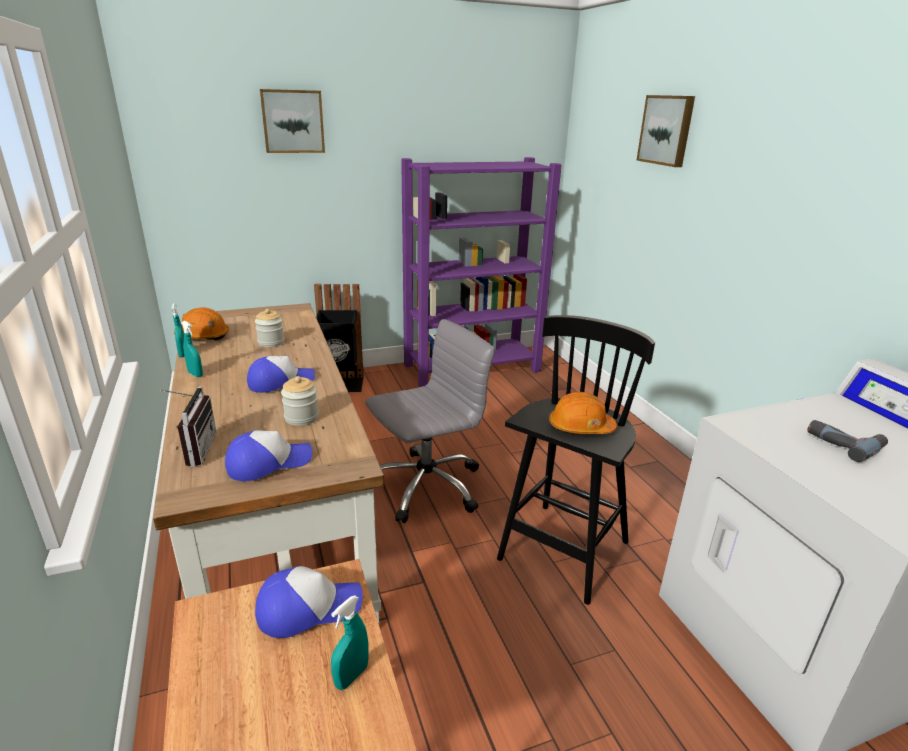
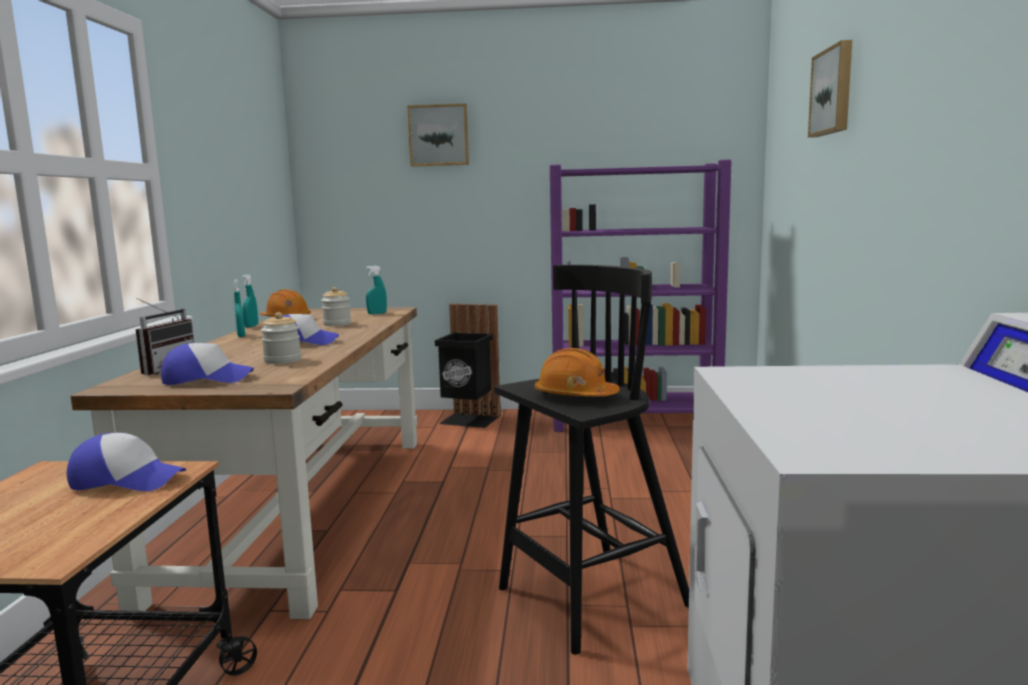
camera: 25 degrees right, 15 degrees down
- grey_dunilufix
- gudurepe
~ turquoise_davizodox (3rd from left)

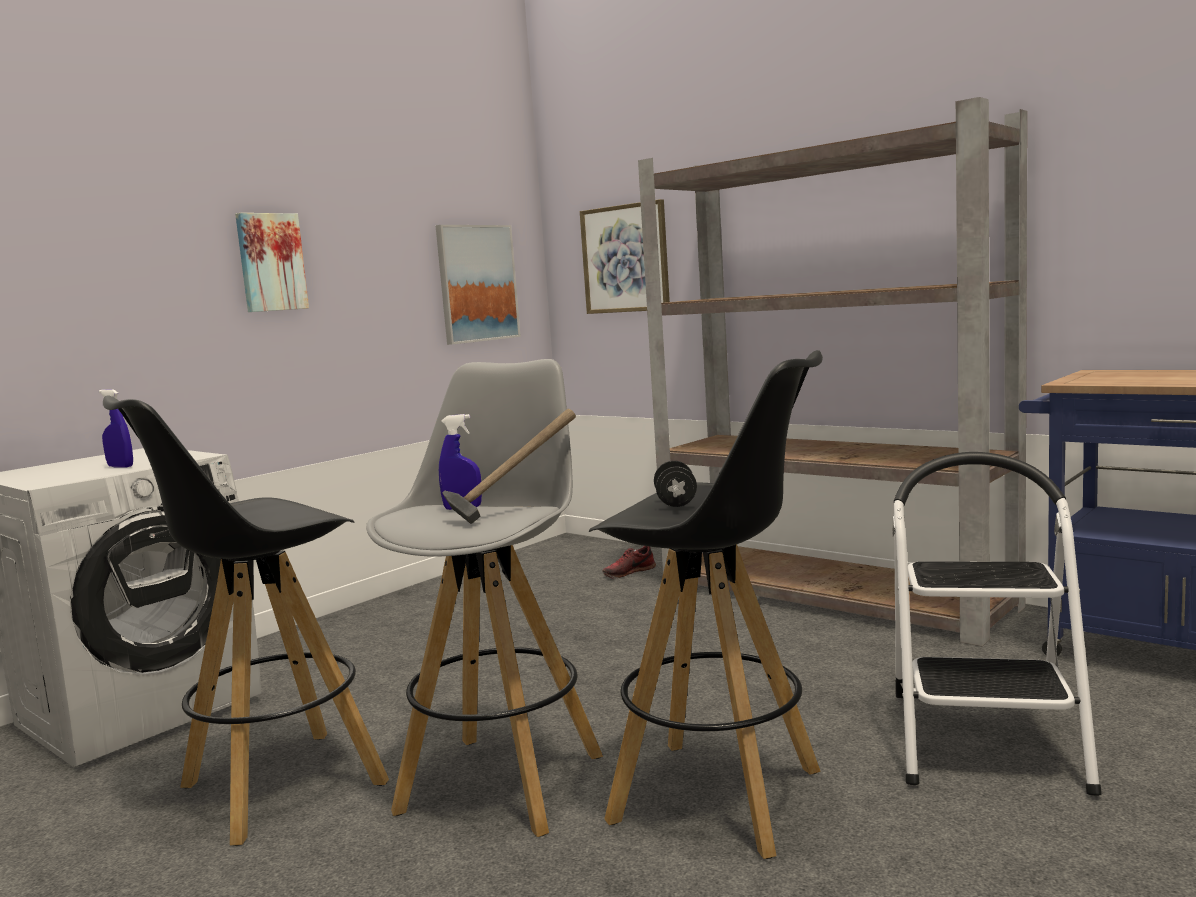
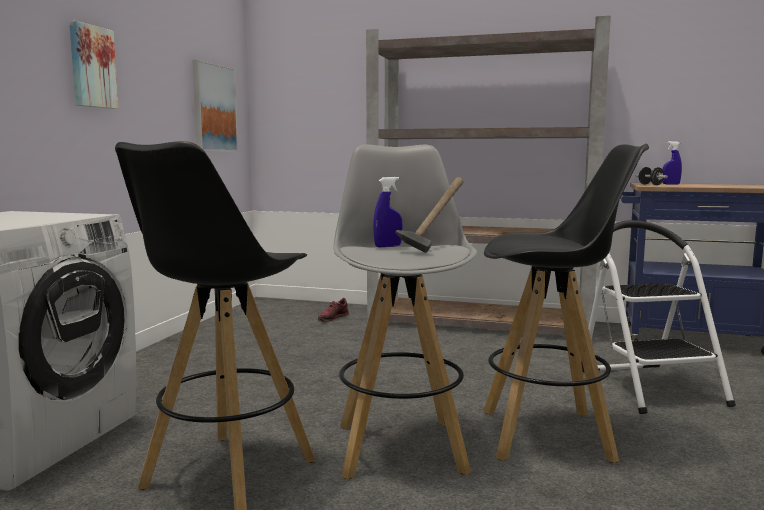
camera: 25 degrees left, 0 degrees up
- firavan (3rd from left)
~ blue_davizodox (1st from left in the first image) to blue_davizodox (2nd from left)
~ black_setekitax

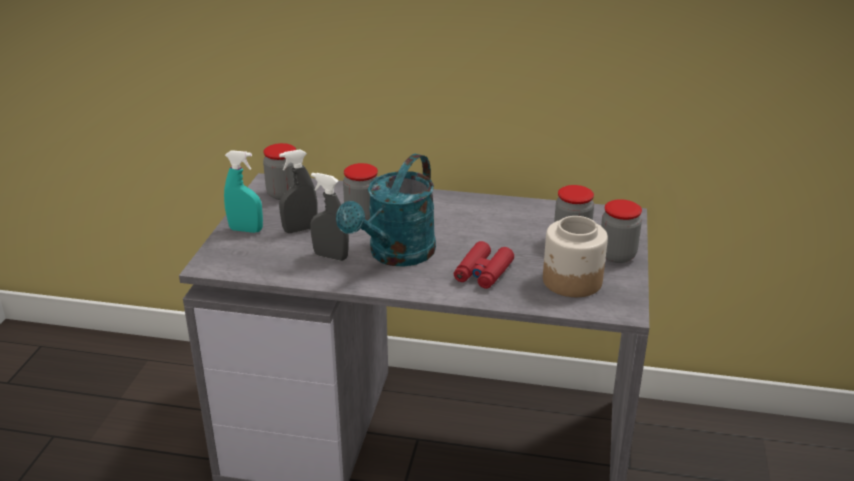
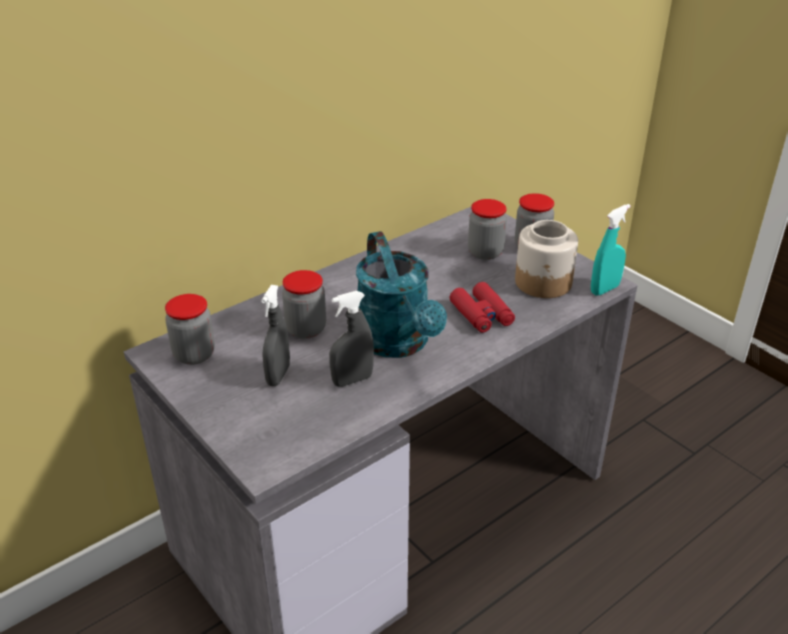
camera: 50 degrees left, 5 degrees up
~ turquoise_davizodox

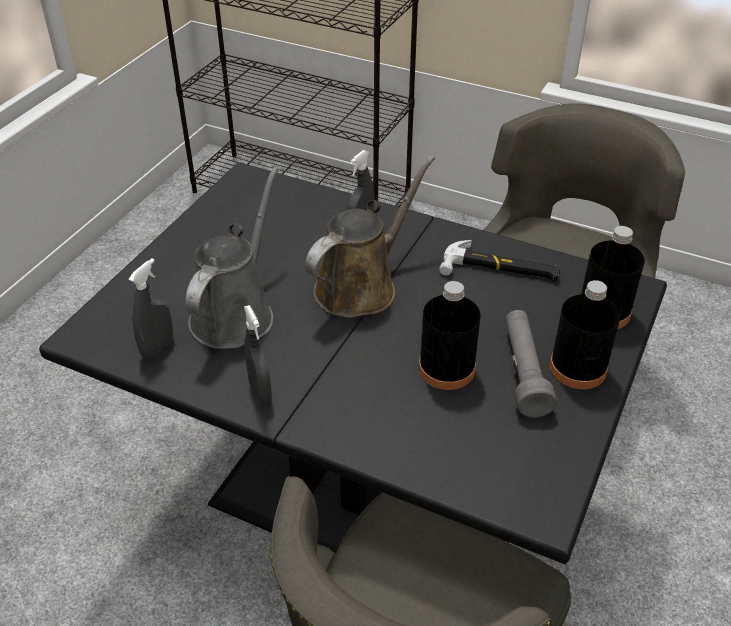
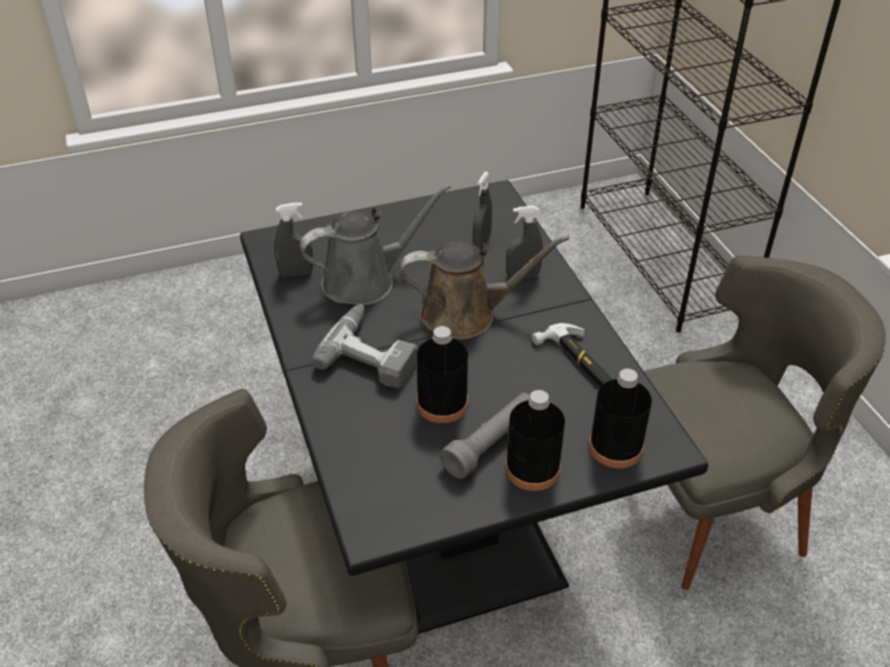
camera: 45 degrees right, 0 degrees up
~ grey_davizodox (2nd from left)
+ gudurepe

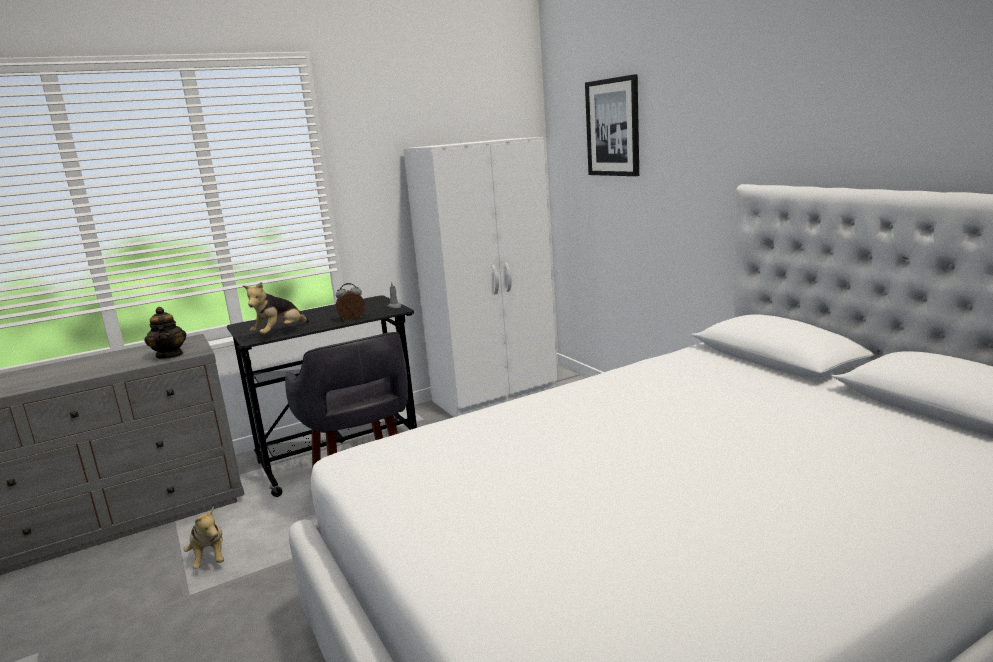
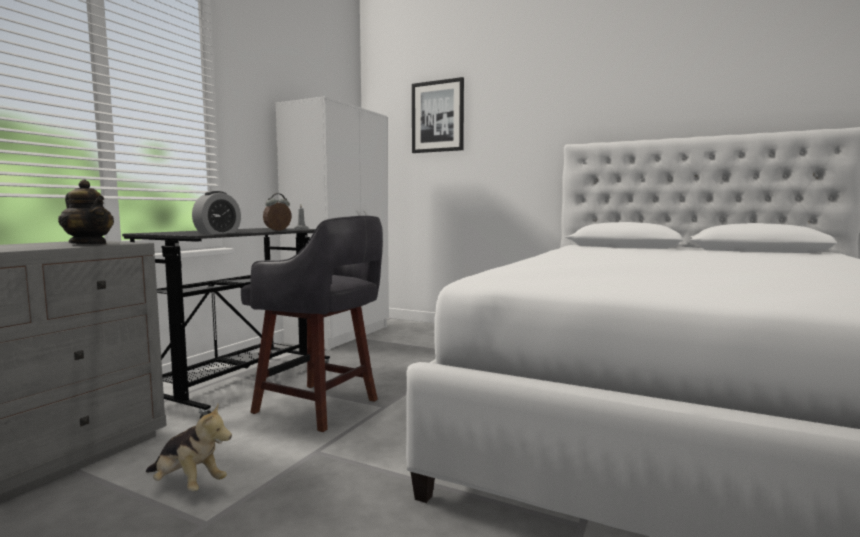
camera: 35 degrees left, 10 degrees down
~ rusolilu (2nd from left) to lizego (1st from left)

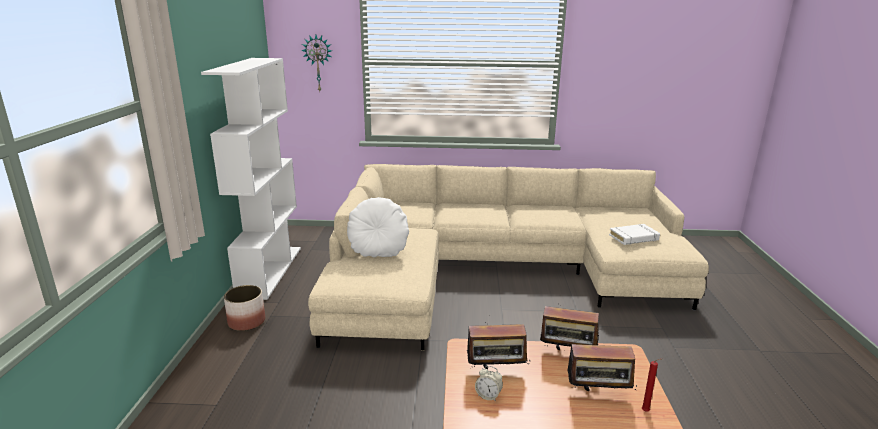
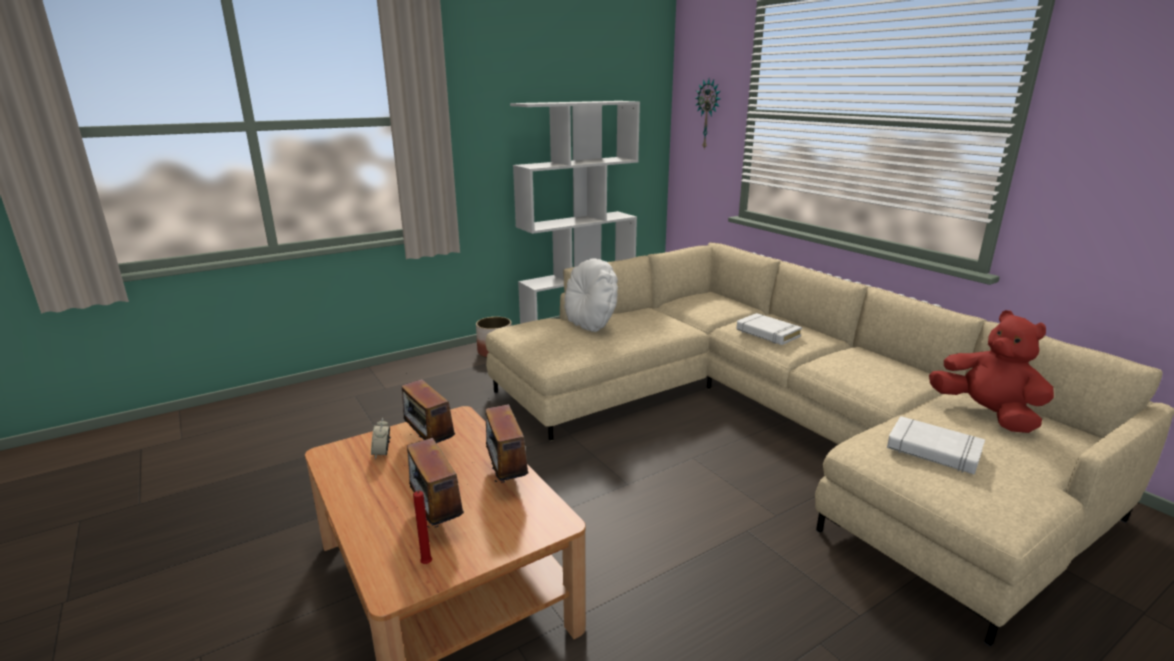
camera: 55 degrees right, 0 degrees up
+ red_rusolilu
+ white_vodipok (1st from left)

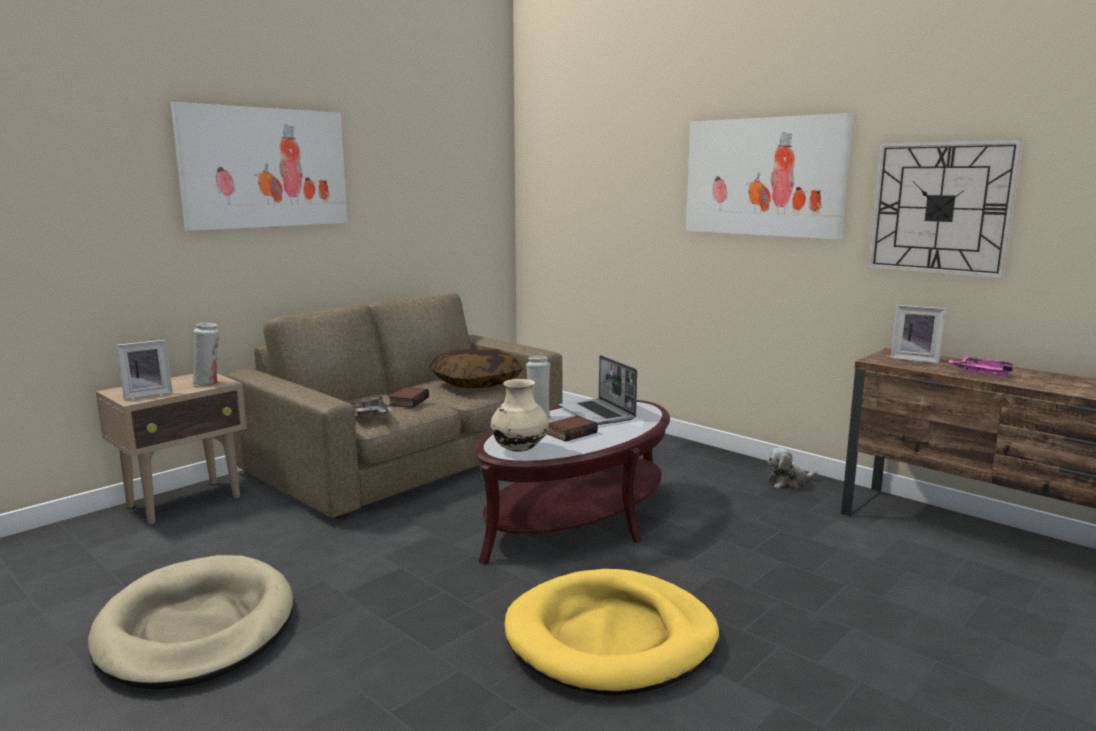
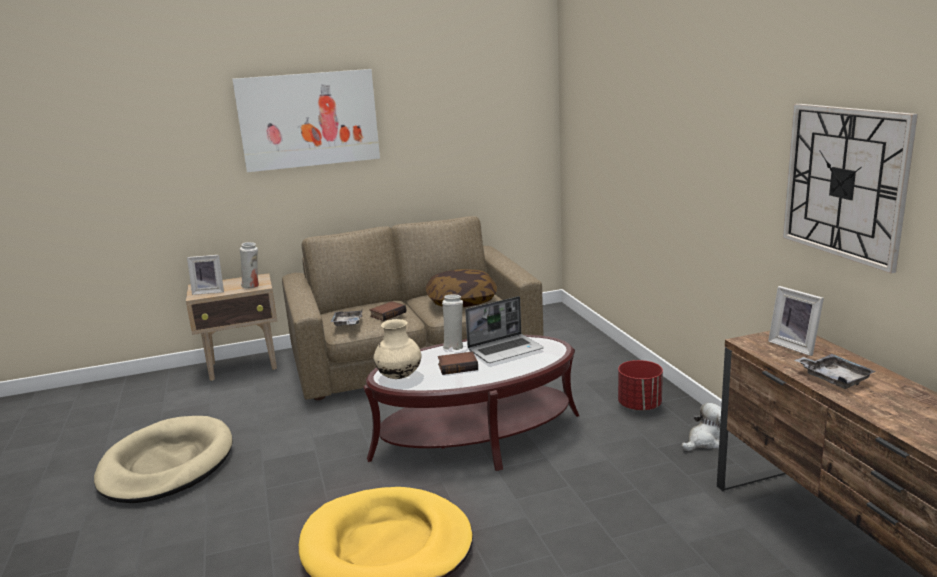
camera: 30 degrees right, 5 degrees up
- firavan (2nd from left)
~ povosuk 120 degrees counterclockwise
~ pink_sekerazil to grey_sekerazil (2nd from left)
~ rusolilu 135 degrees clockwise
+ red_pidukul

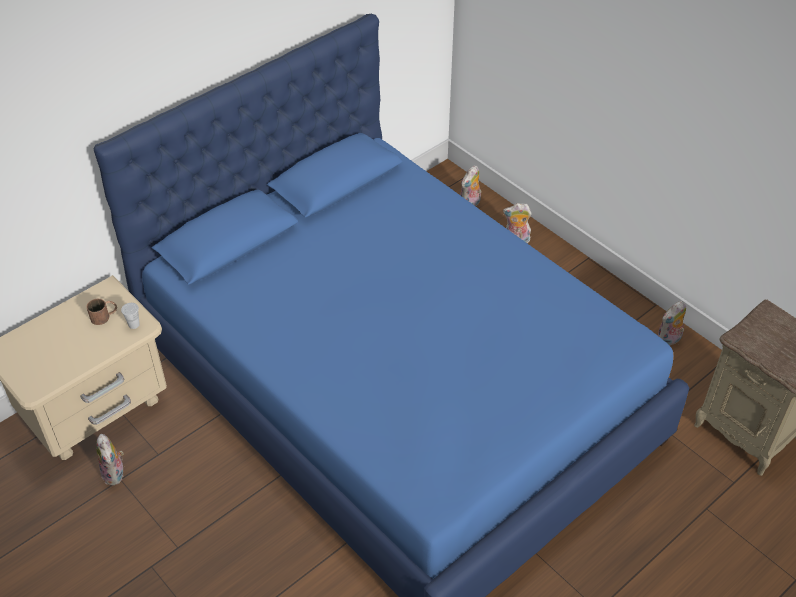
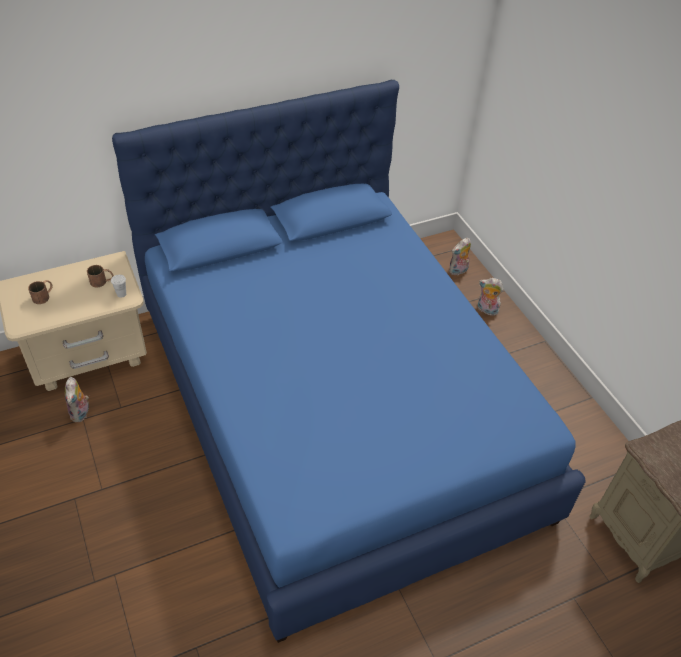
camera: 15 degrees right, 0 degrees up
- rusolilu (4th from left)
+ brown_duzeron (1st from left)

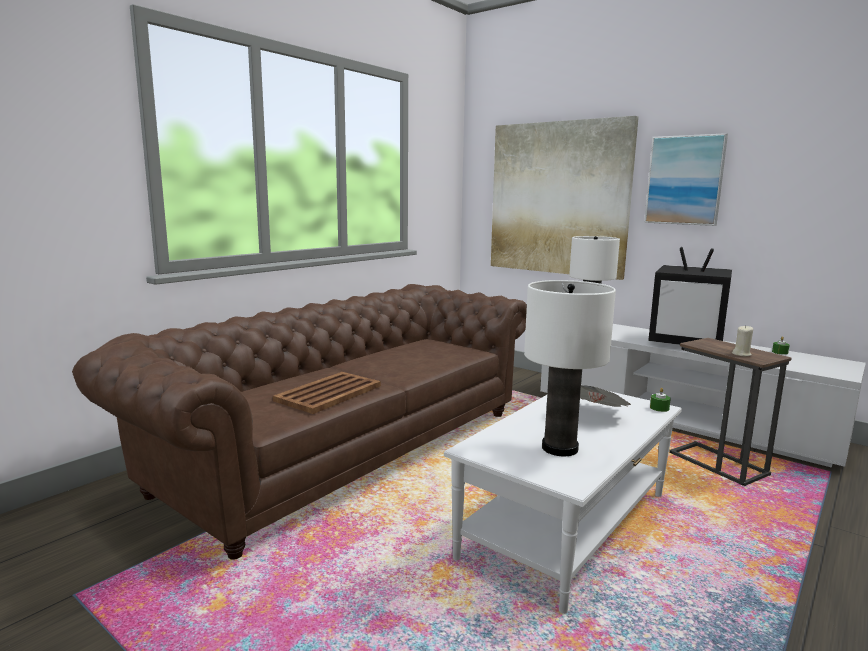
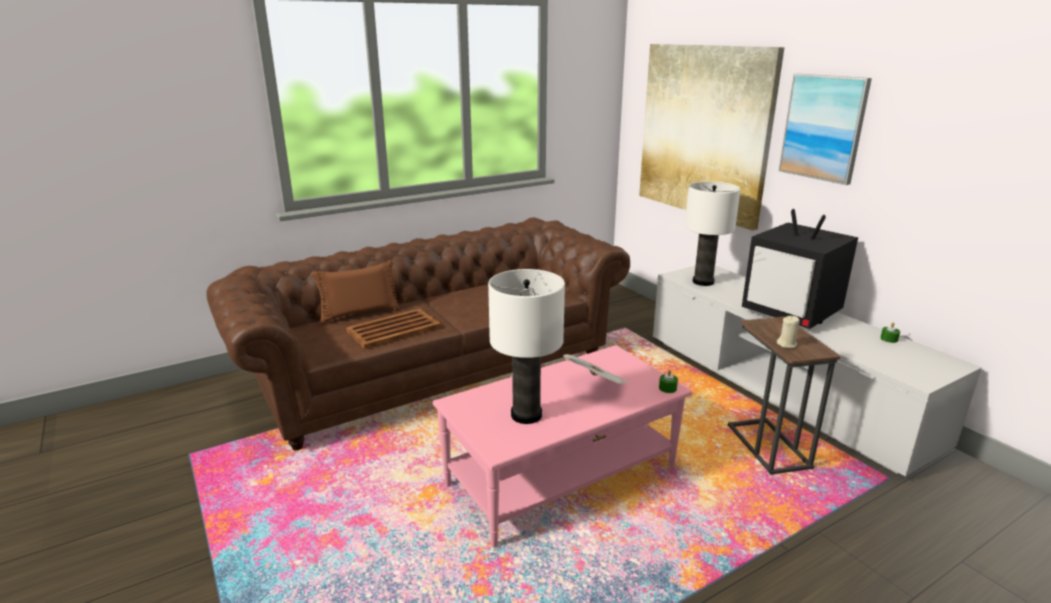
camera: 20 degrees right, 10 degrees up
~ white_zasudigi to pink_zasudigi
+ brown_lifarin

